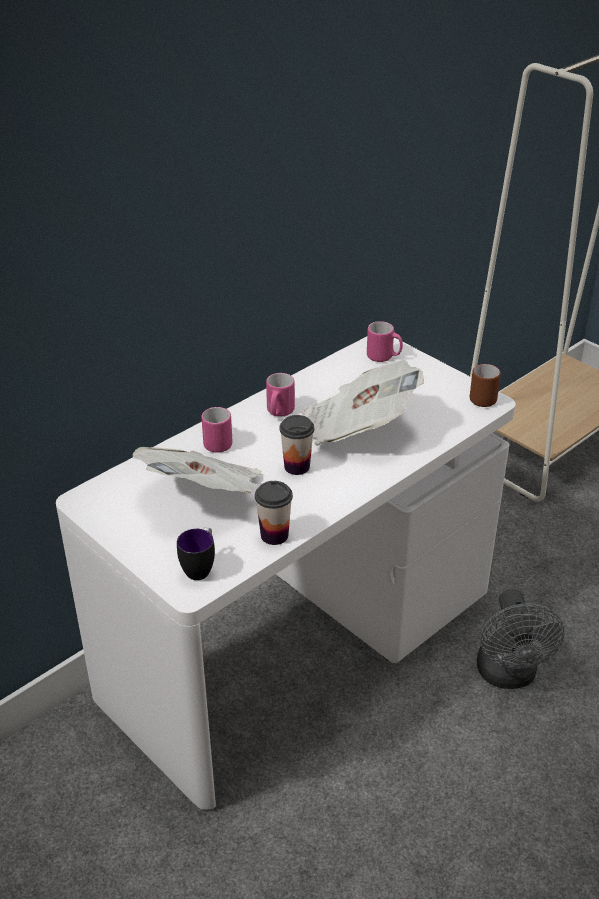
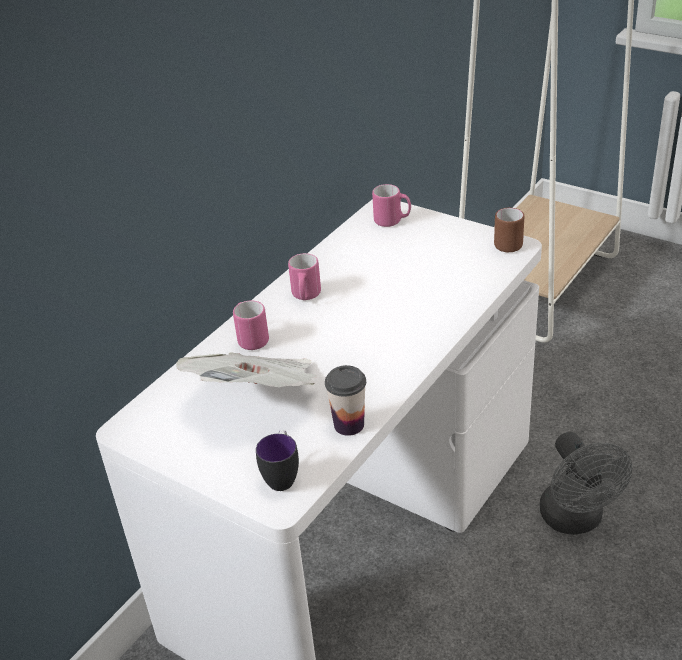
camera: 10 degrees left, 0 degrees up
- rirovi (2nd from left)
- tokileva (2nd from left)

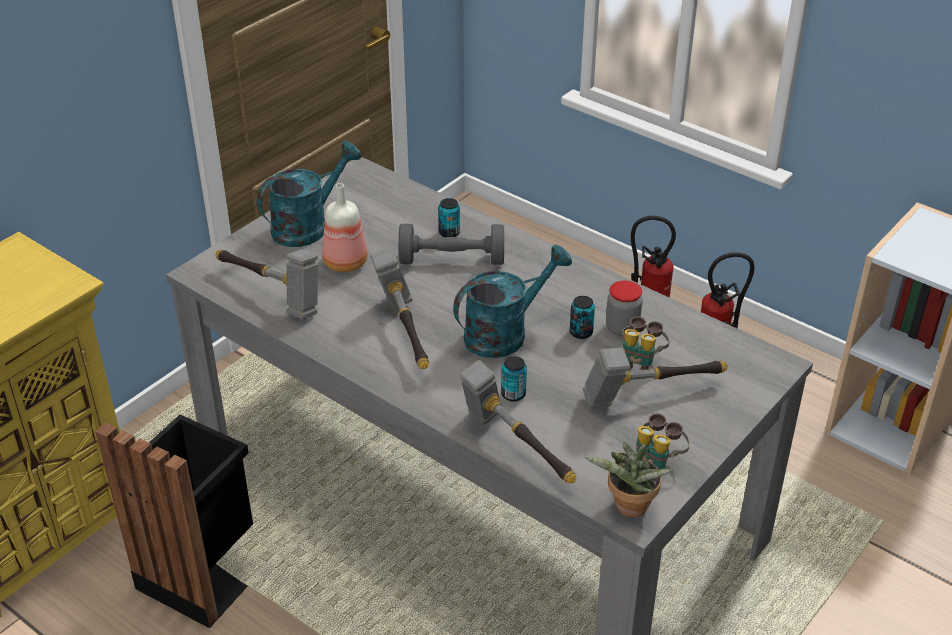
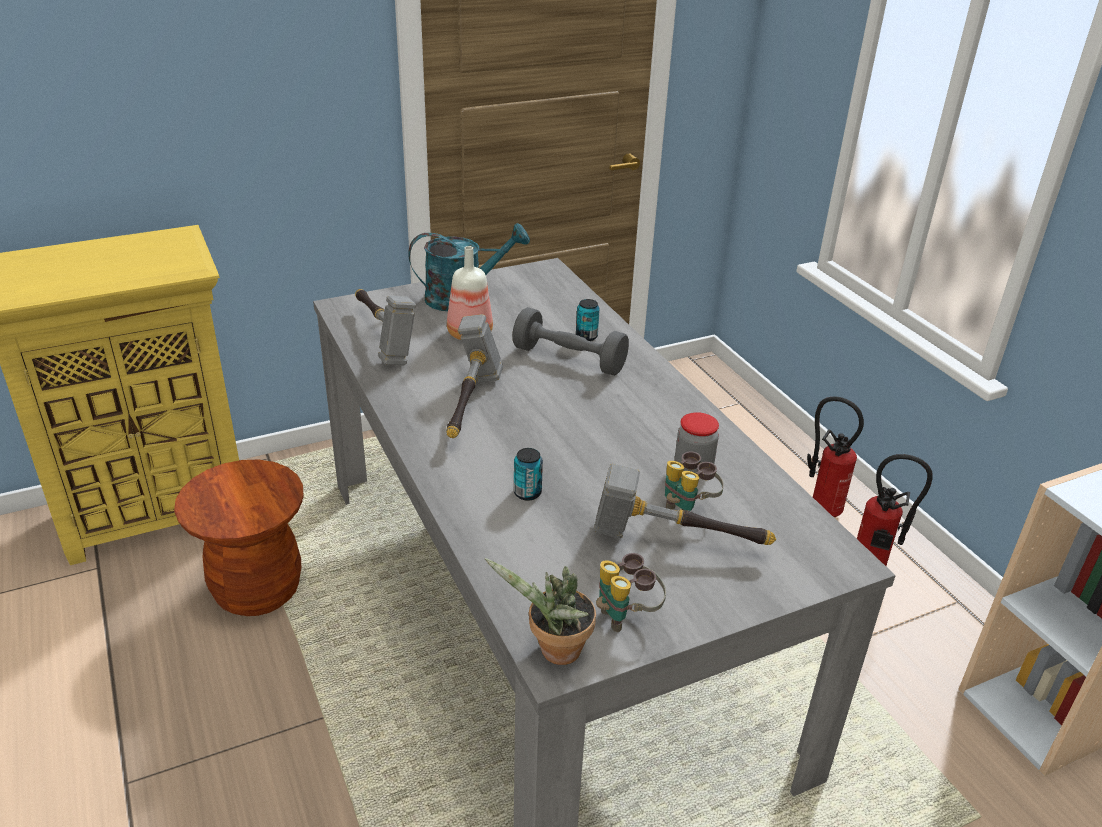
camera: 25 degrees right, 5 degrees down
- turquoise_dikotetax (2nd from left)
- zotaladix (3rd from left)
- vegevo (3rd from left)
~ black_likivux to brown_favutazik

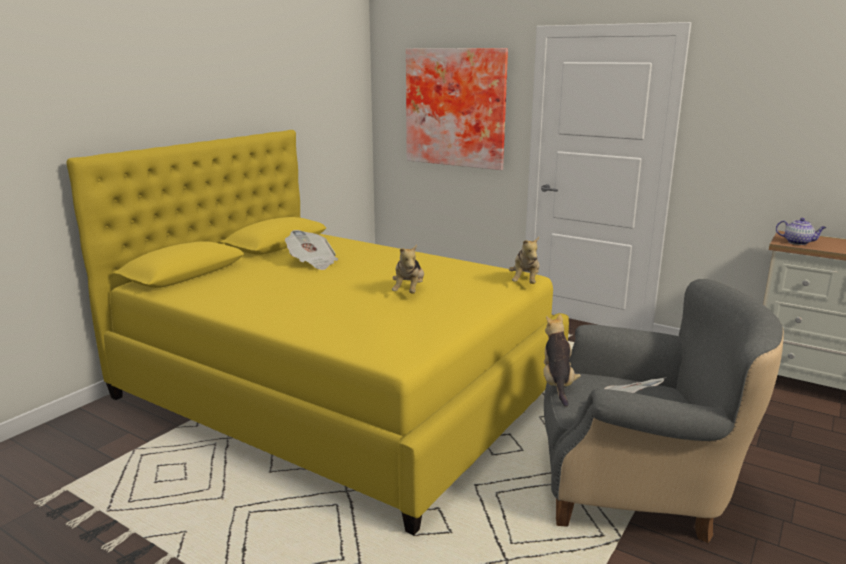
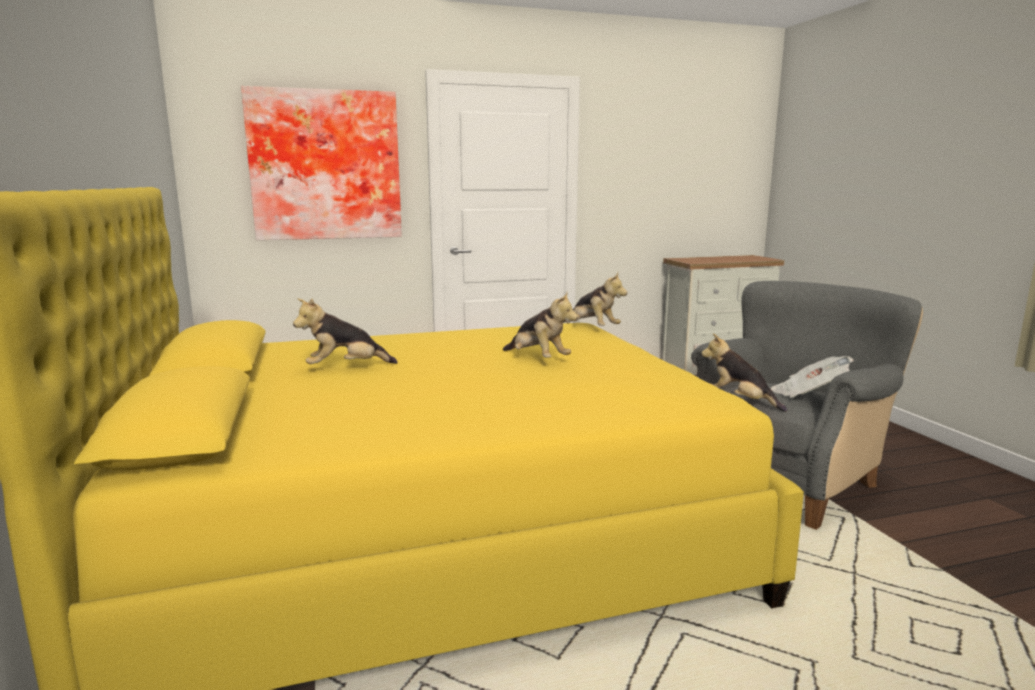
camera: 50 degrees left, 5 degrees down
- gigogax
~ rirovi (1st from left) to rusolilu (1st from left)

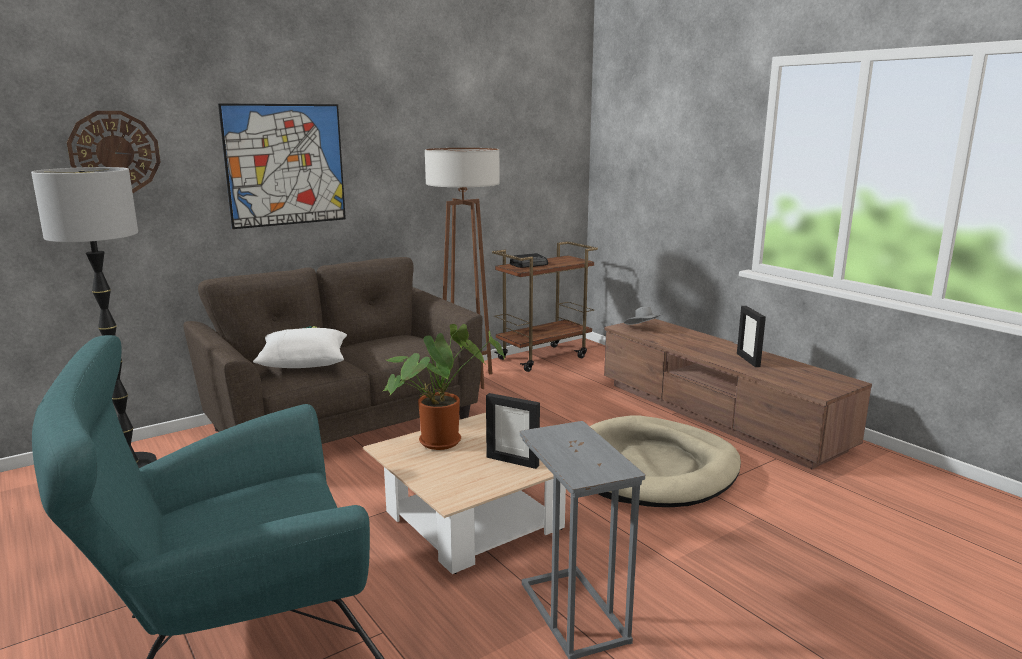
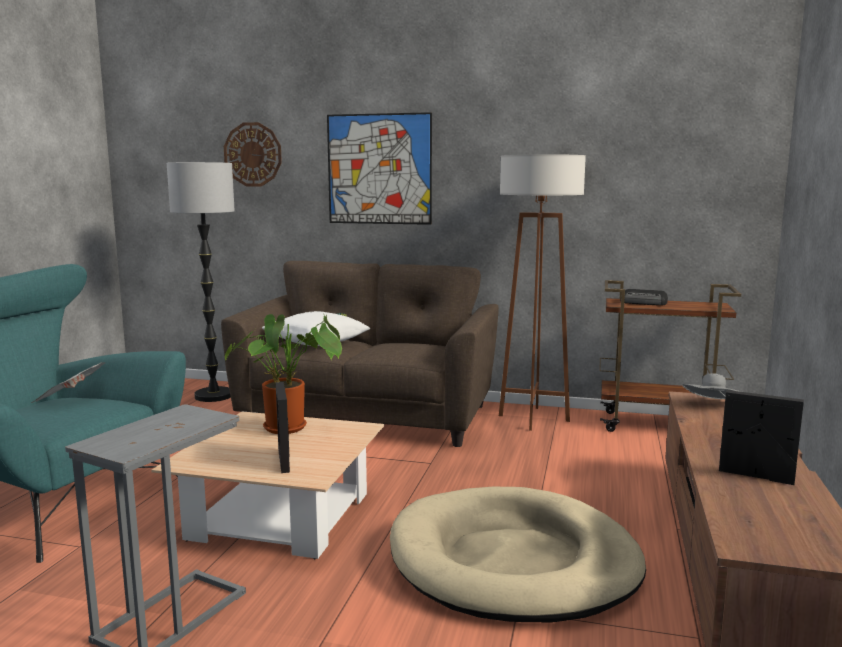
camera: 50 degrees right, 5 degrees down
~ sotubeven (2nd from left) 75 degrees clockwise
+ rirovi

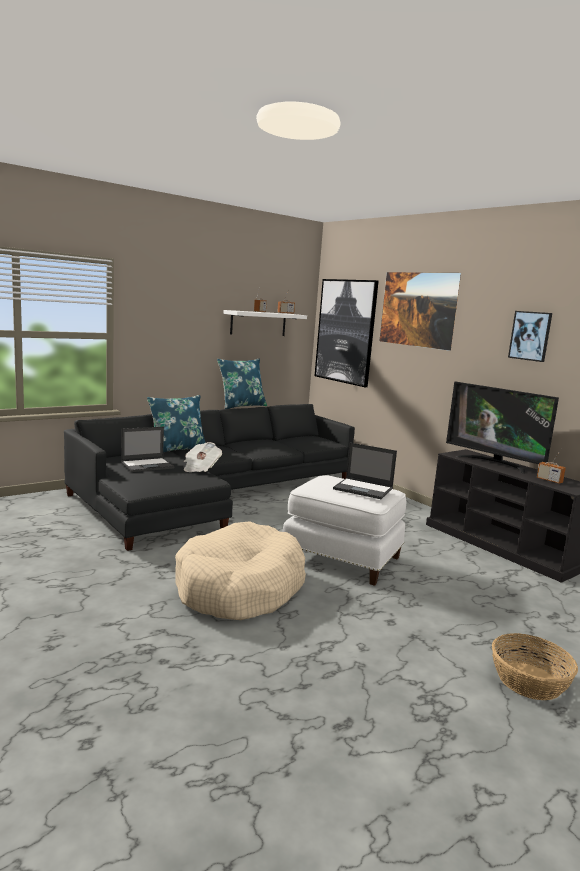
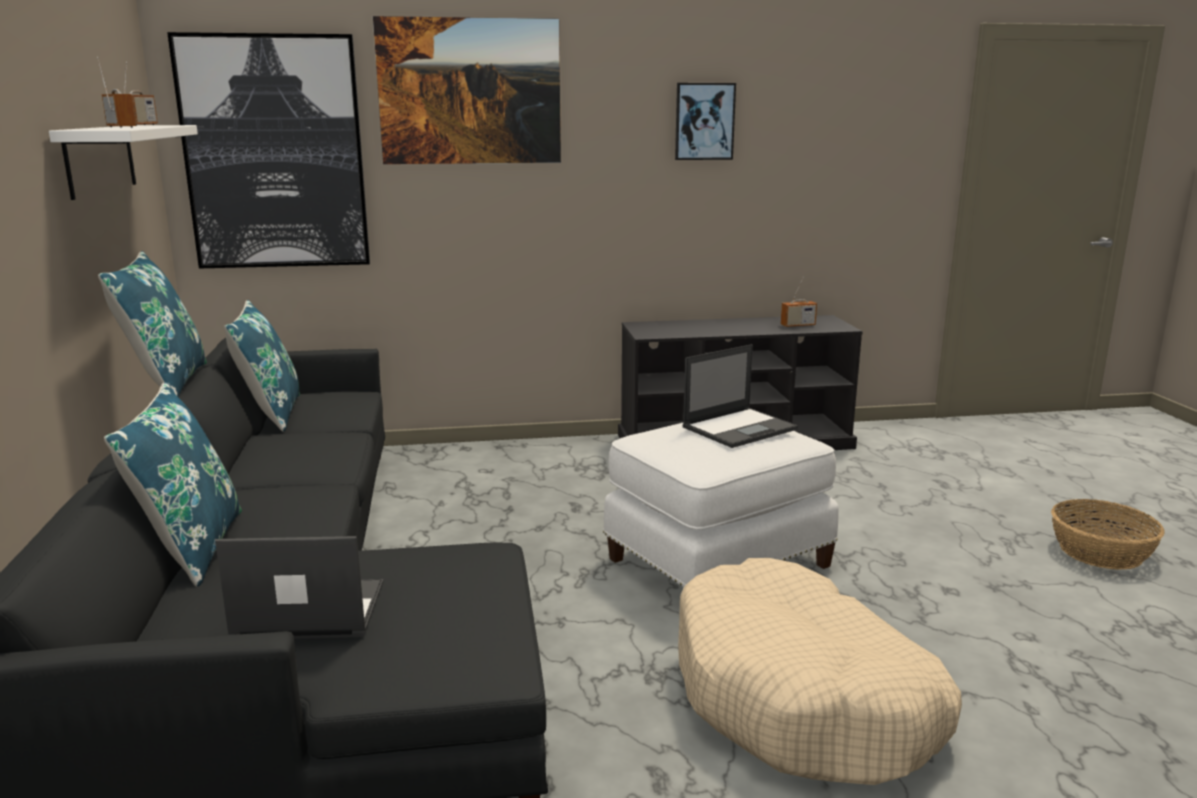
camera: 60 degrees left, 5 degrees up
- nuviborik
~ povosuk (1st from left) 90 degrees counterclockwise
- rirovi
+ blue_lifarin (3rd from left)

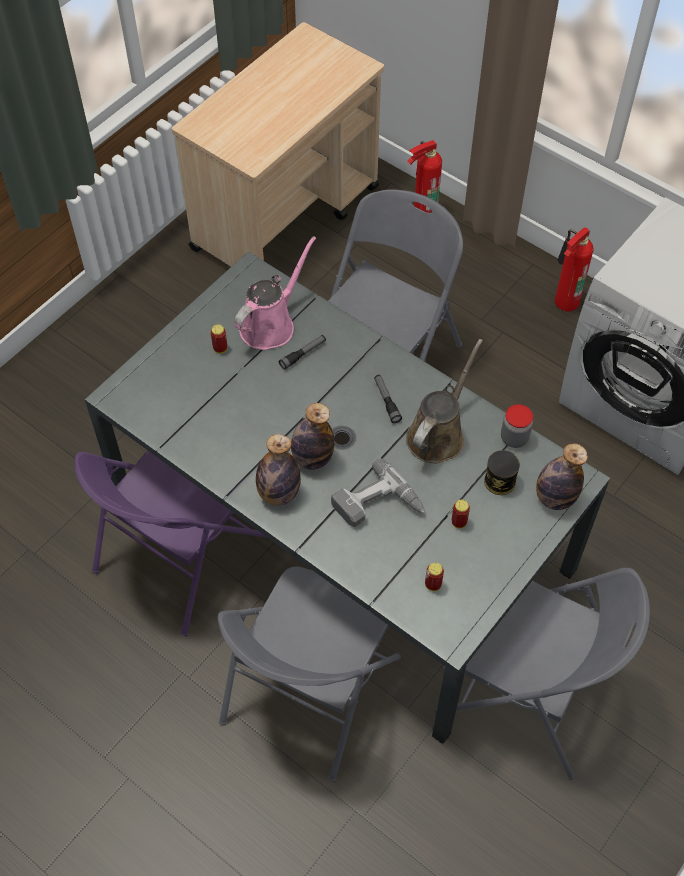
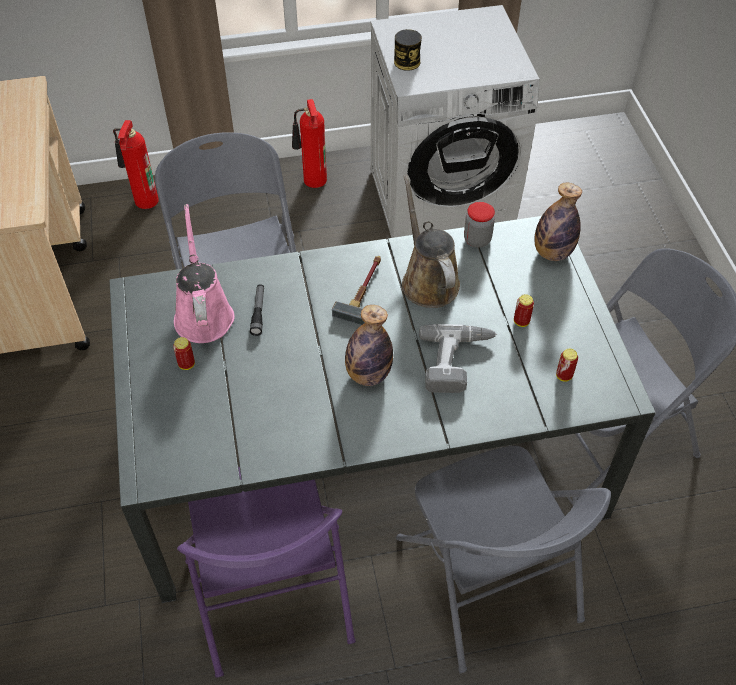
camera: 50 degrees left, 5 degrees down
~ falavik (2nd from left) to vegevo
- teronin (1st from left)
~ zotaladix (4th from left in the first image) to zotaladix (2nd from left)

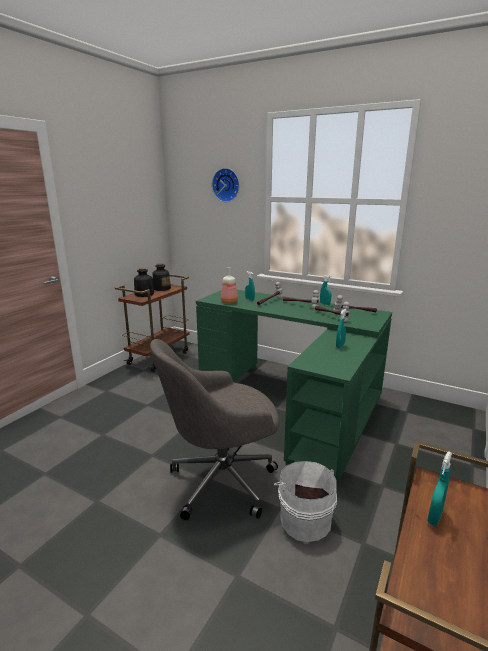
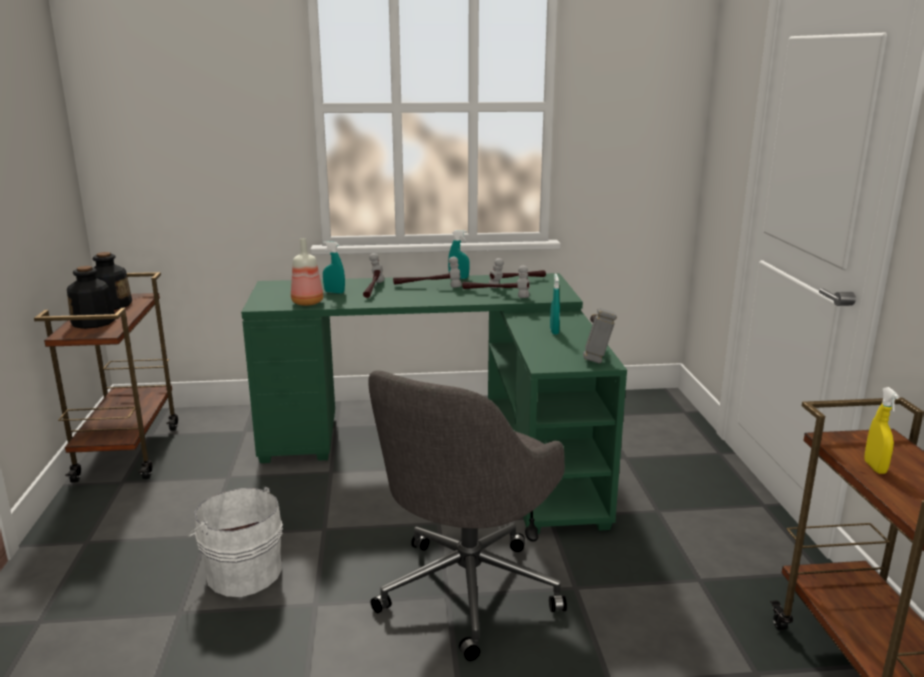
camera: 35 degrees left, 0 degrees up
- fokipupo
~ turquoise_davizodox (4th from left) to yellow_davizodox
~ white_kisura
+ vegevo (5th from left)

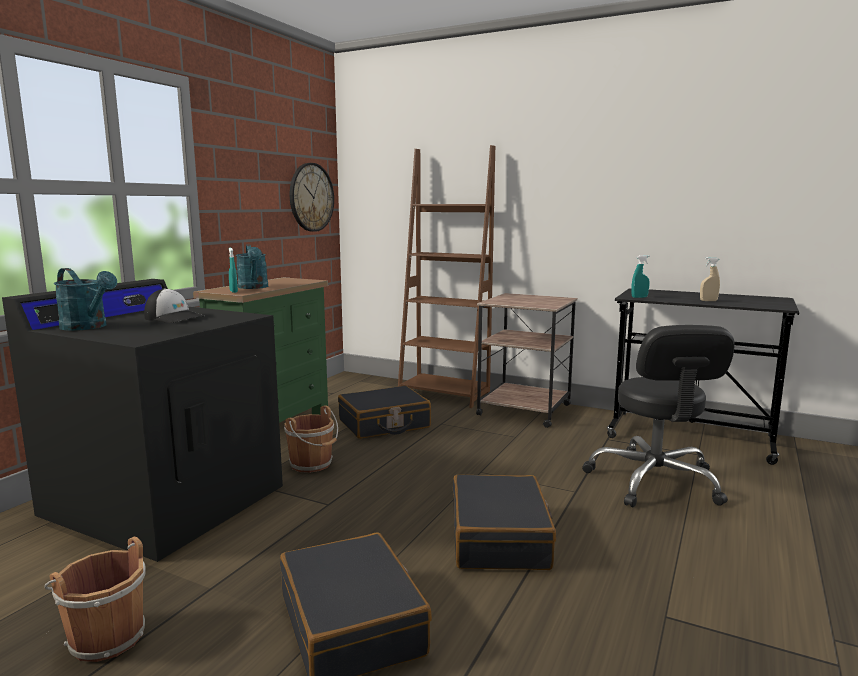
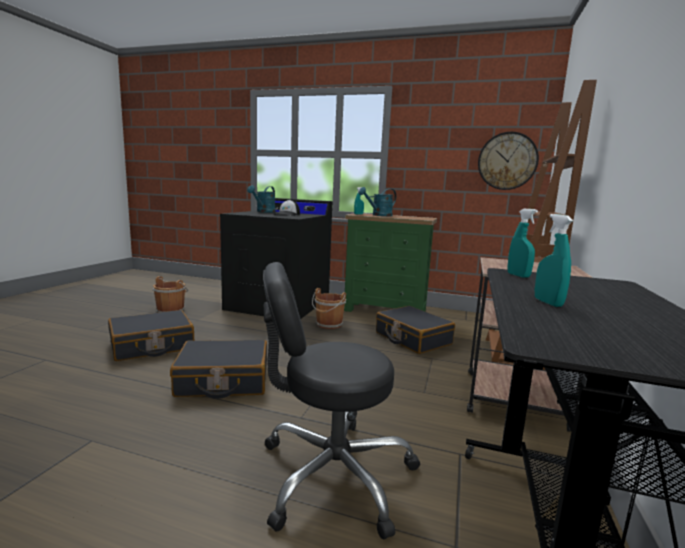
camera: 80 degrees right, 0 degrees up
~ beige_davizodox to turquoise_davizodox (3rd from left)

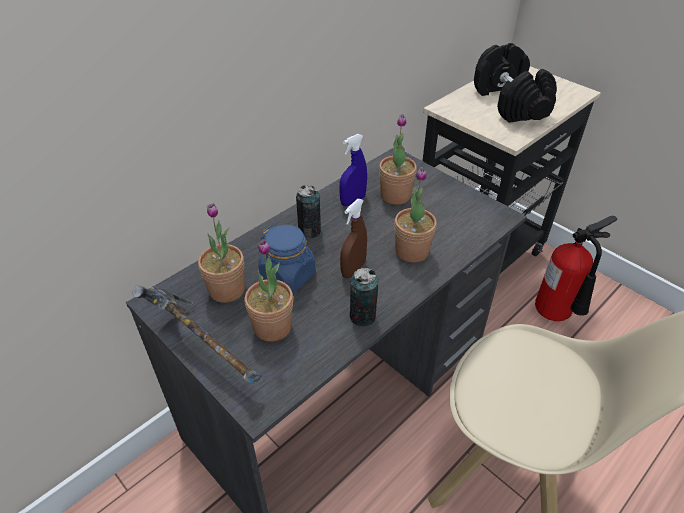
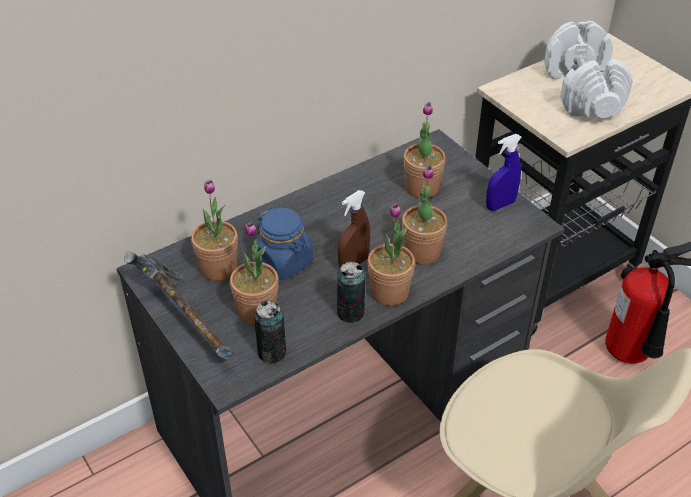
camera: 10 degrees right, 0 degrees up
~ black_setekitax to white_setekitax
~ blue_davizodox
~ zotaladix (1st from left)
+ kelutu (3rd from left)

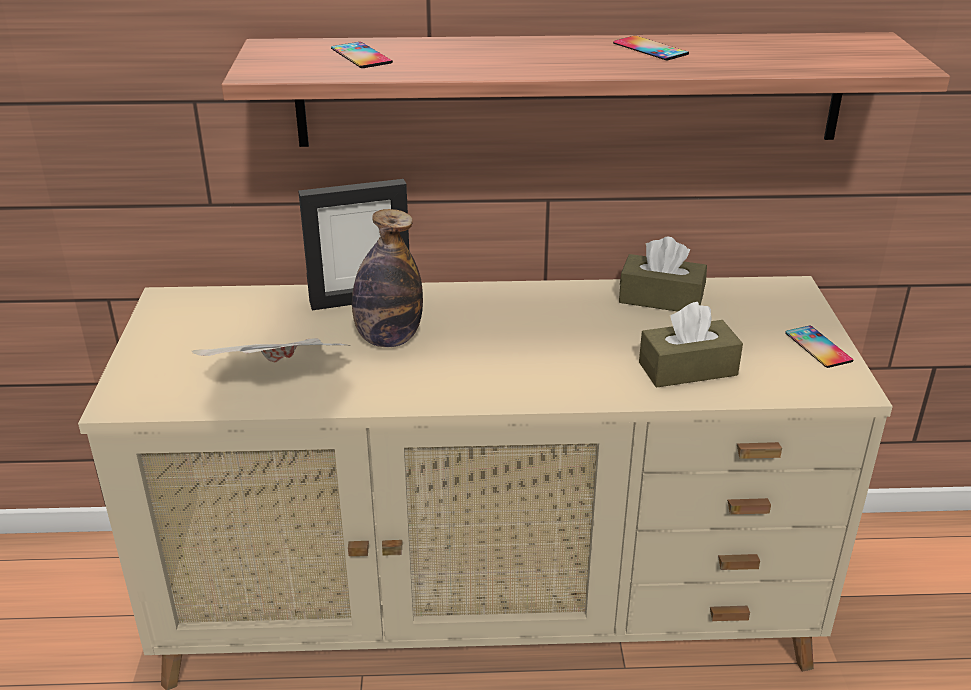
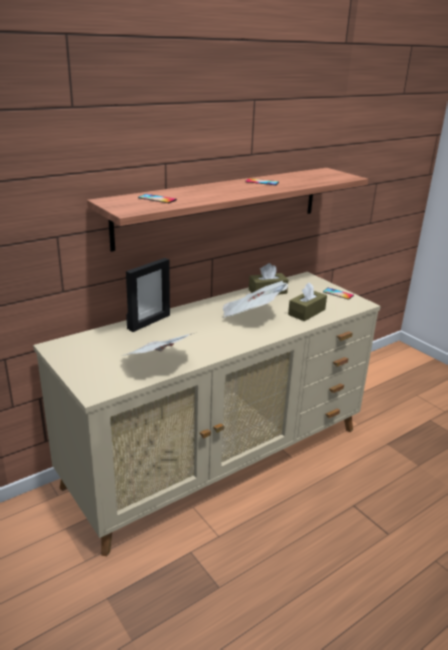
camera: 35 degrees left, 5 degrees down
- teronin
+ rirovi (2nd from left)

